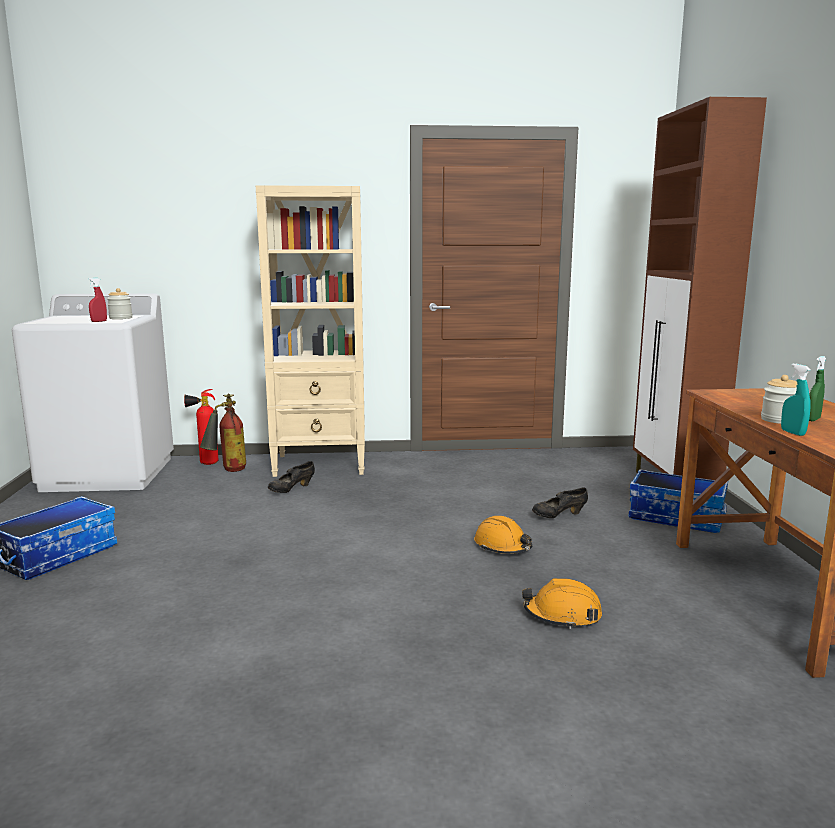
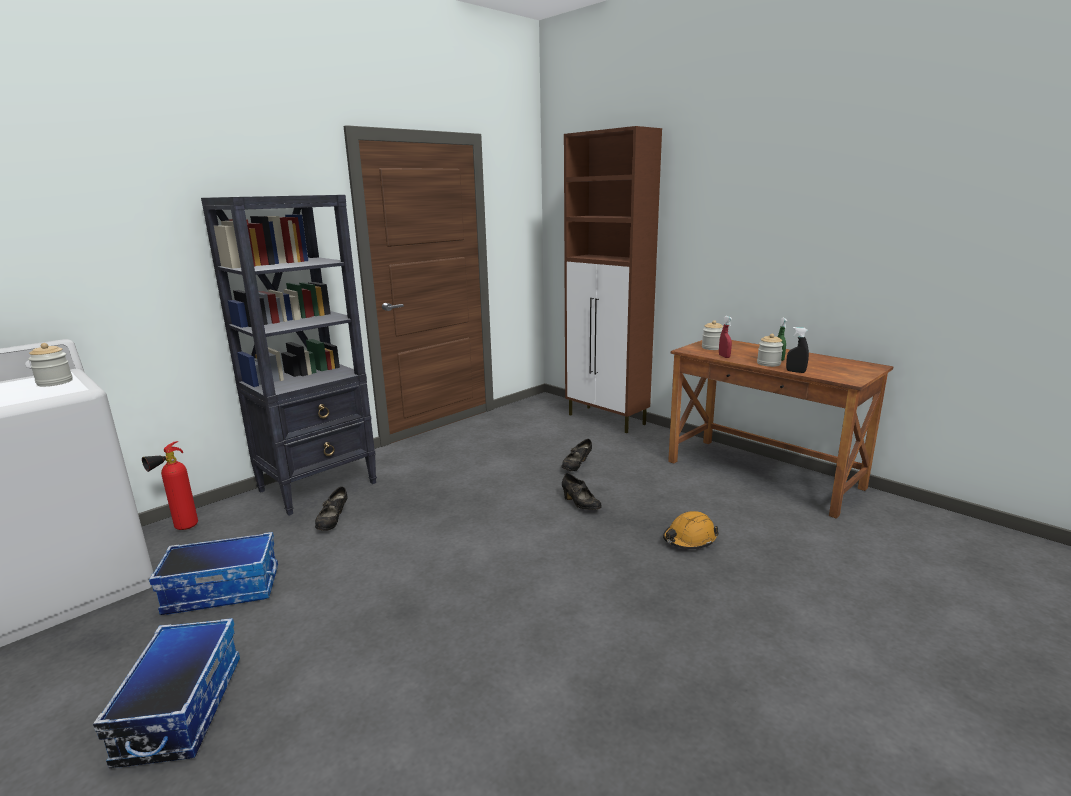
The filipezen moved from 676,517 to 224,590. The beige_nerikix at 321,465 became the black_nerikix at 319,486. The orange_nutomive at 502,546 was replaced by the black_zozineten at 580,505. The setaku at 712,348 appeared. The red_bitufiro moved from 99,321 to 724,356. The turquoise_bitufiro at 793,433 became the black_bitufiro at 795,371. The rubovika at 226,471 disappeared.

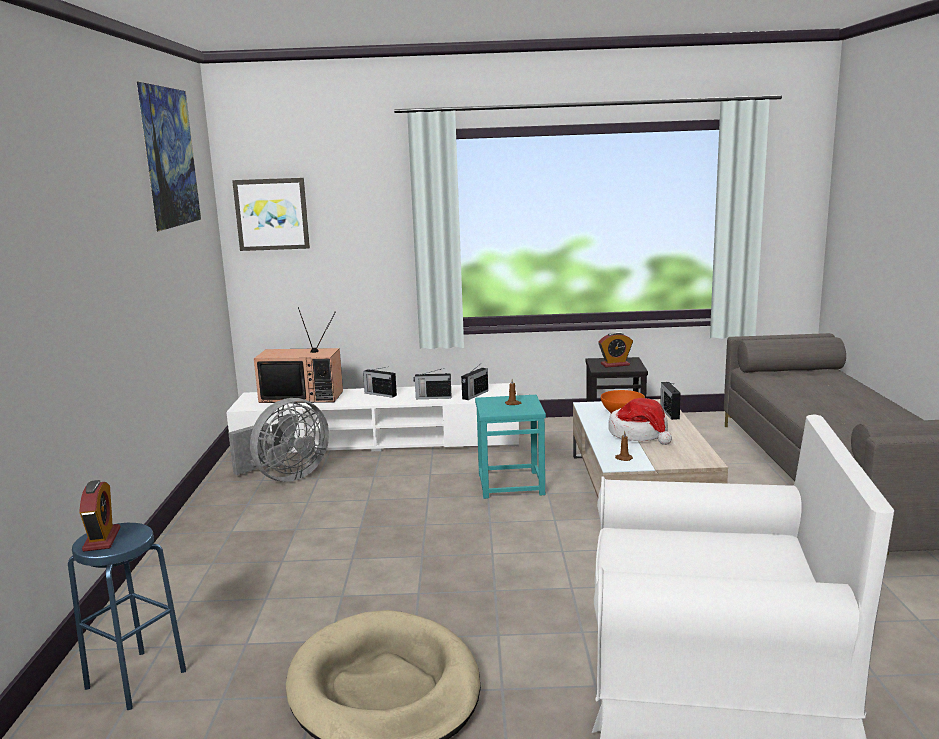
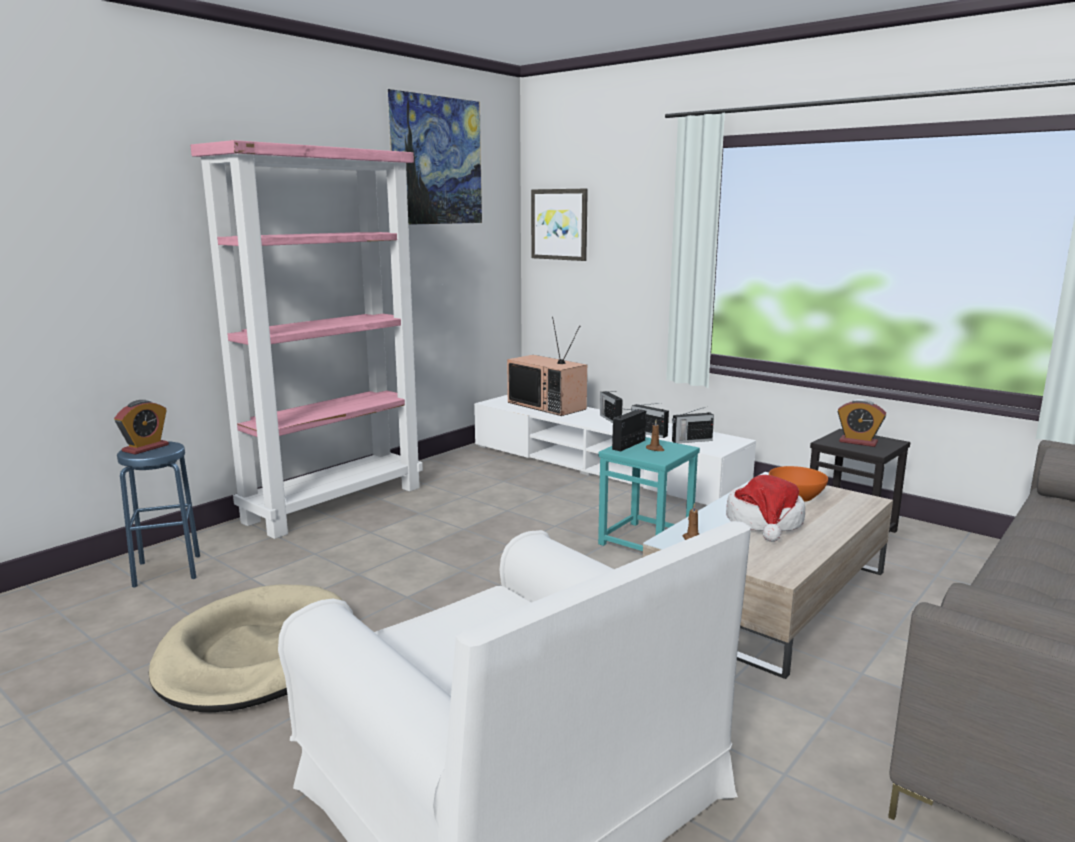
The pink_nerikix at 335,503 appeared. The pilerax moved from 669,412 to 629,444. The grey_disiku at 285,477 disappeared.

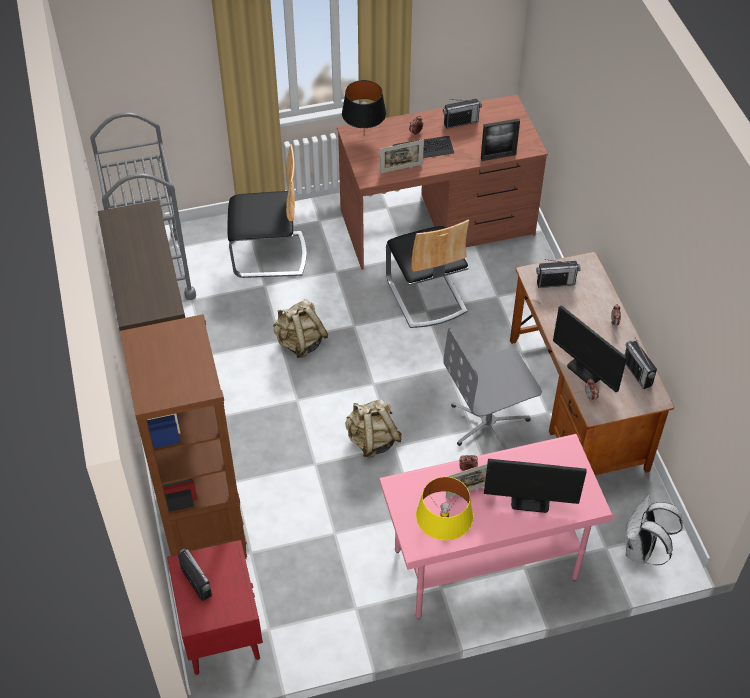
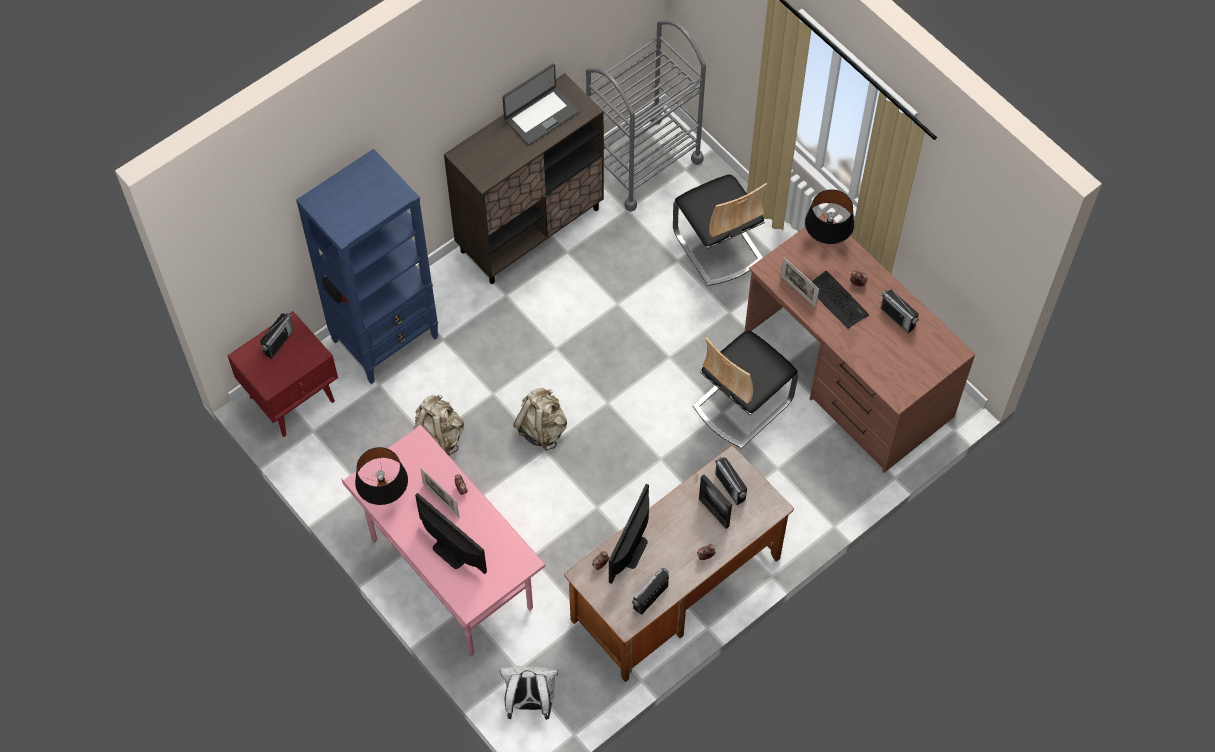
The brown_nerikix at 204,528 became the blue_nerikix at 386,338. The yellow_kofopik at 442,534 became the black_kofopik at 385,495. The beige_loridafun moved from 300,342 to 439,435. The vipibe at 530,500 turned 150 degrees clockwise. The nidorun at 540,115 appeared. The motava moved from 498,156 to 713,512. The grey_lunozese at 489,423 disappeared.

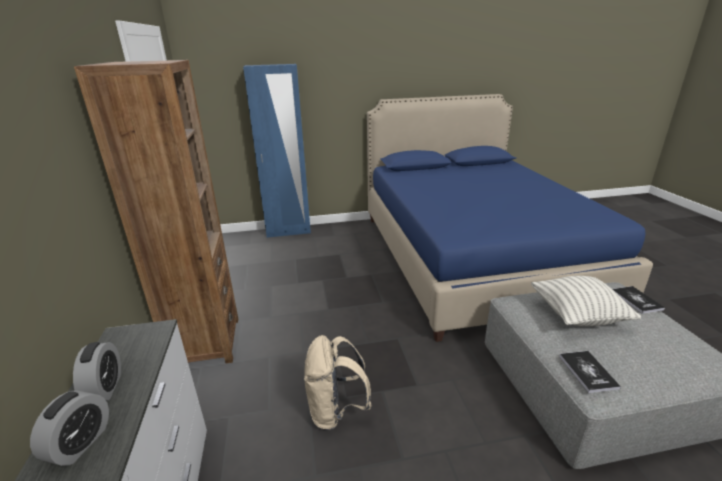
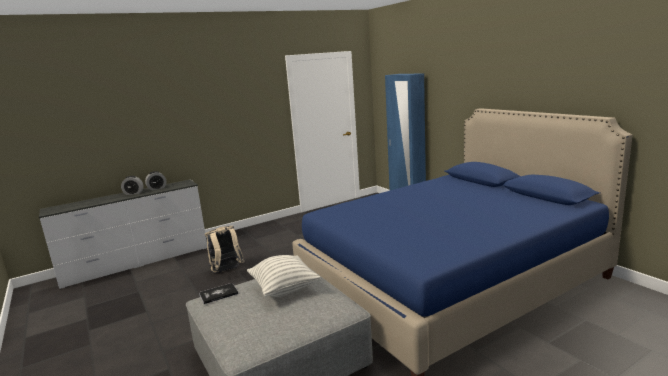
The brown_nerikix at 206,343 disappeared. The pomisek at 636,300 disappeared.

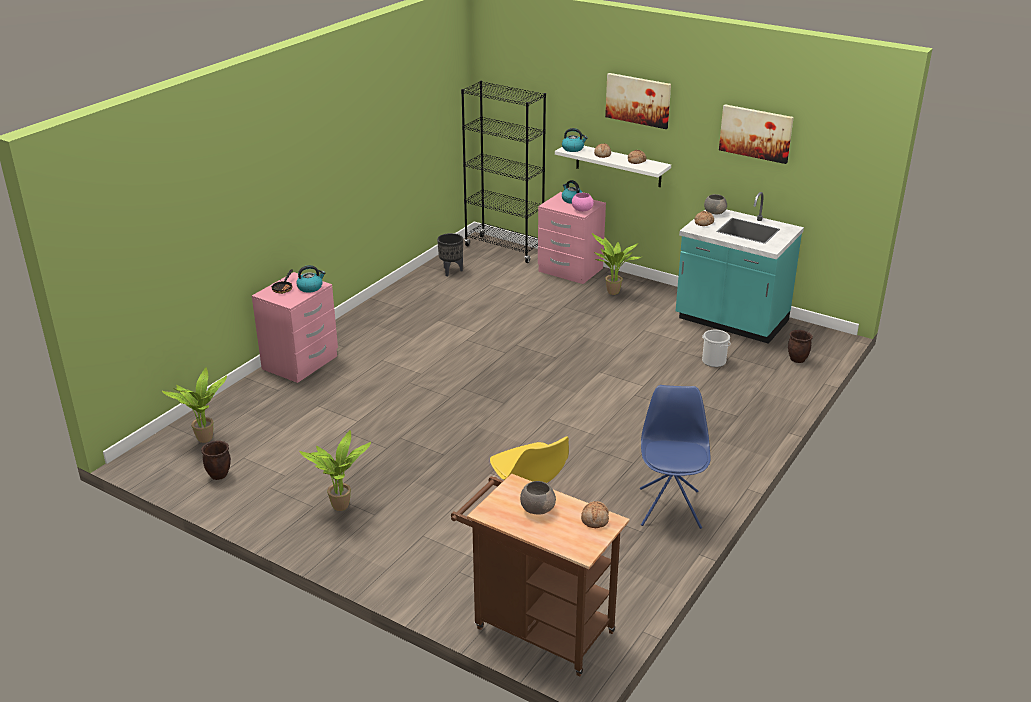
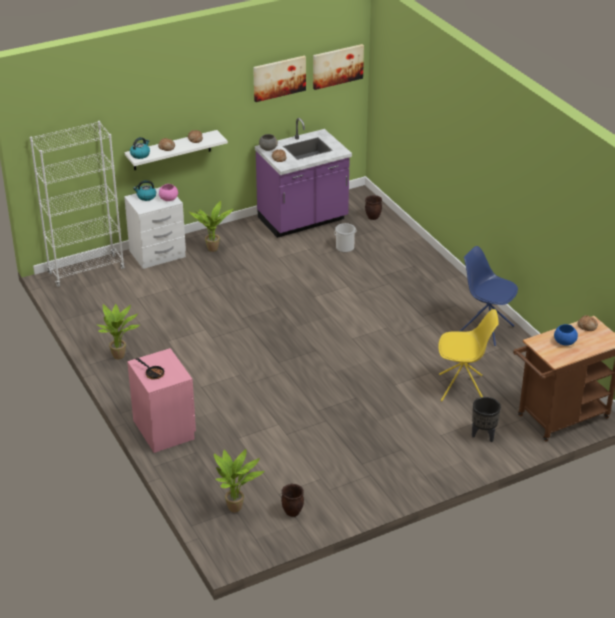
The black_nerikix at 504,249 became the white_nerikix at 86,271. The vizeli moved from 342,508 to 121,356. The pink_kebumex at 570,270 became the white_kebumex at 157,254. The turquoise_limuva at 731,321 became the purple_limuva at 303,220. The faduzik moved from 638,100 to 337,66. The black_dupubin moved from 451,271 to 483,435. The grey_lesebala at 537,508 became the blue_lesebala at 564,342. The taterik at 310,287 disappeared.

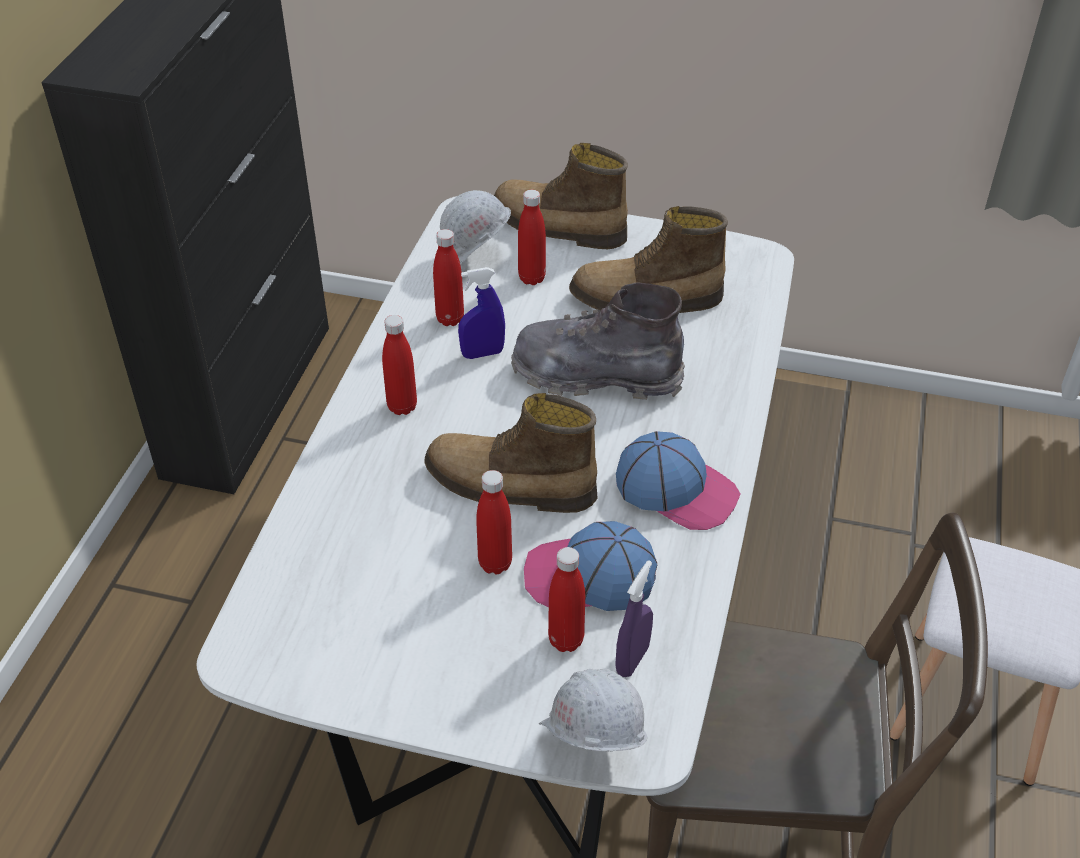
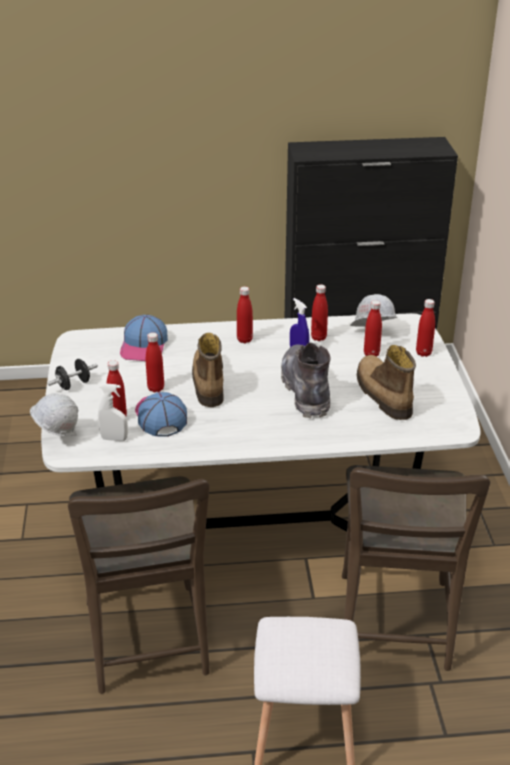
The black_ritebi at 73,384 appeared. The purple_bitufiro at 632,659 became the white_bitufiro at 114,439. The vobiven moved from 677,490 to 144,346. The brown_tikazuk at 394,627 appeared. The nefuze at 557,228 was replaced by the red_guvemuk at 423,353.

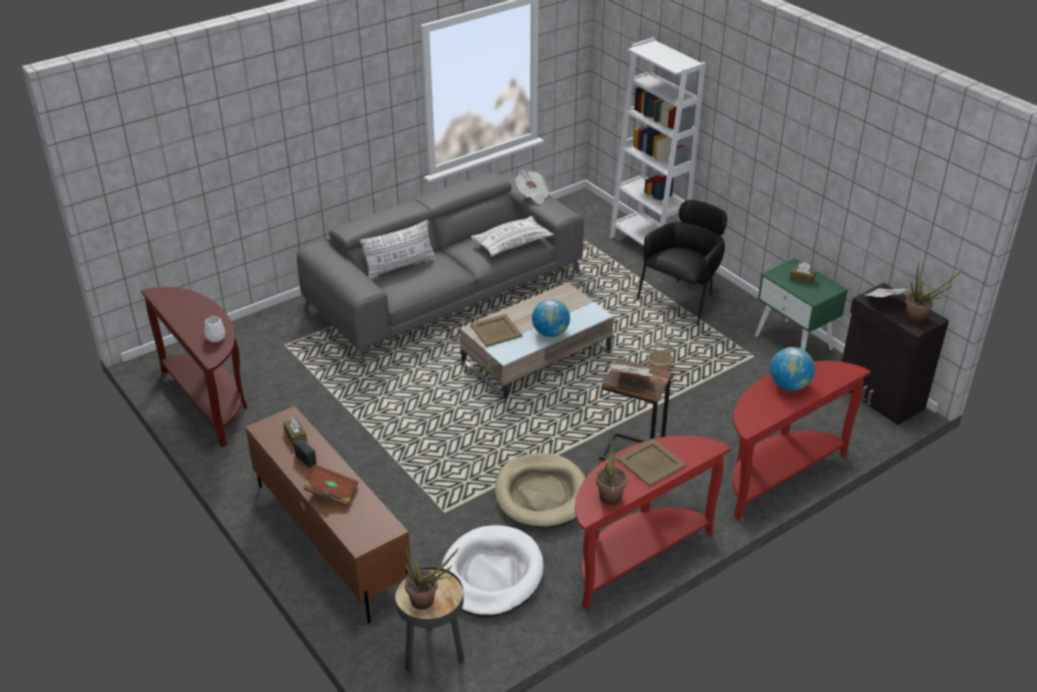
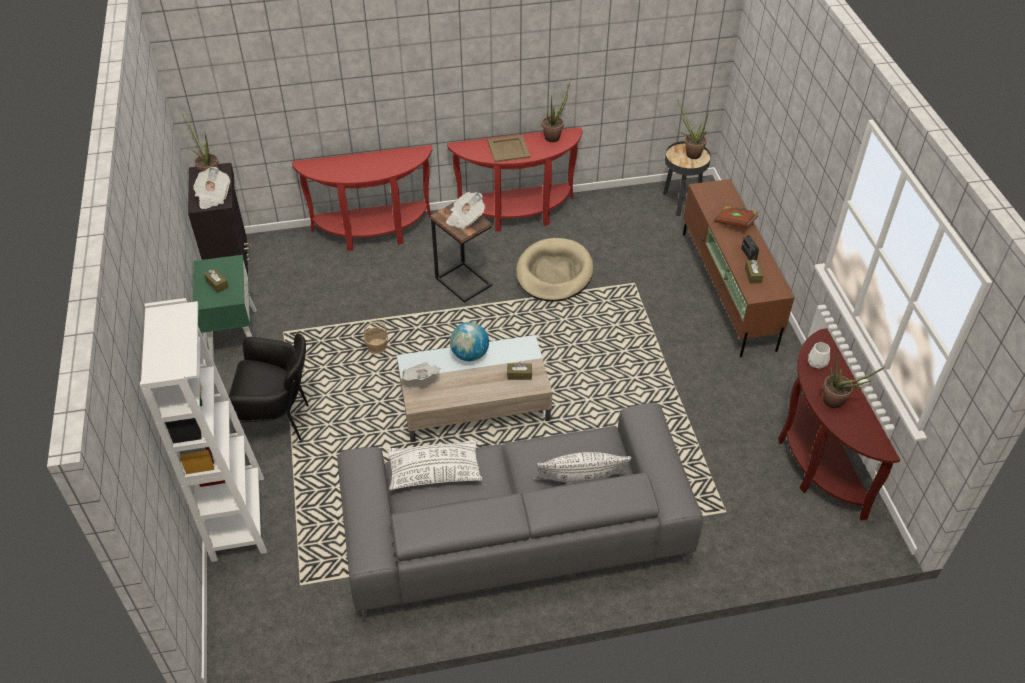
The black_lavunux at 682,299 turned 150 degrees counterclockwise. The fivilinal moved from 533,195 to 421,378. The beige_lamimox at 496,331 was replaced by the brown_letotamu at 519,375. The vizeli at 837,403 appeared. The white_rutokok at 491,575 disappeared. The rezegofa at 789,385 disappeared.

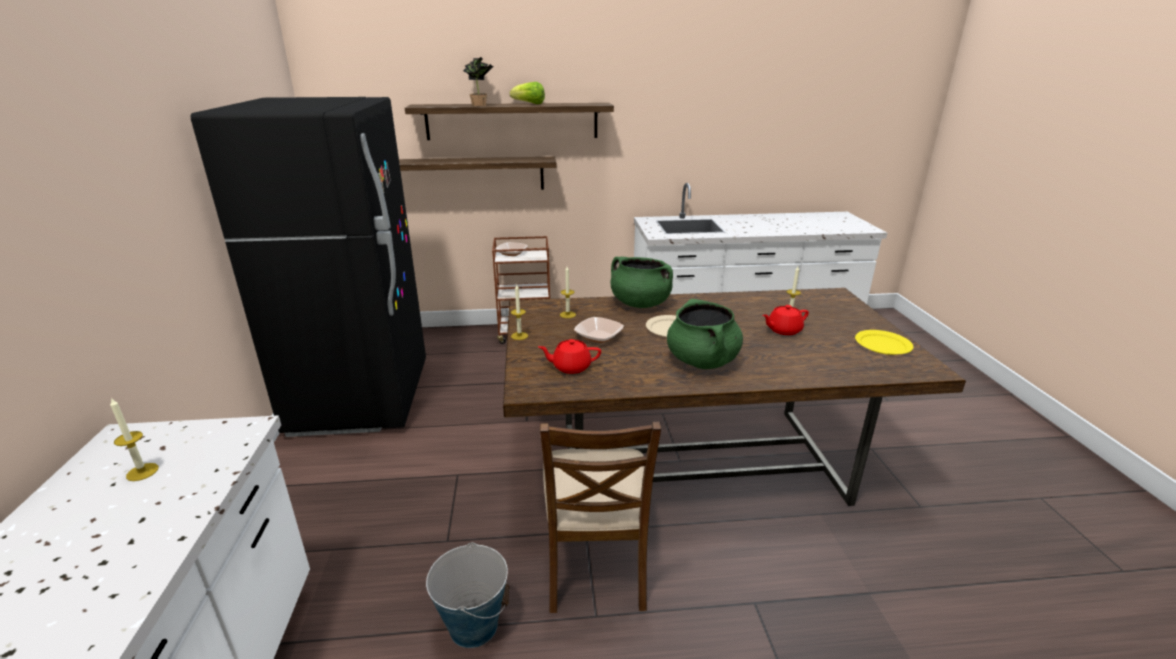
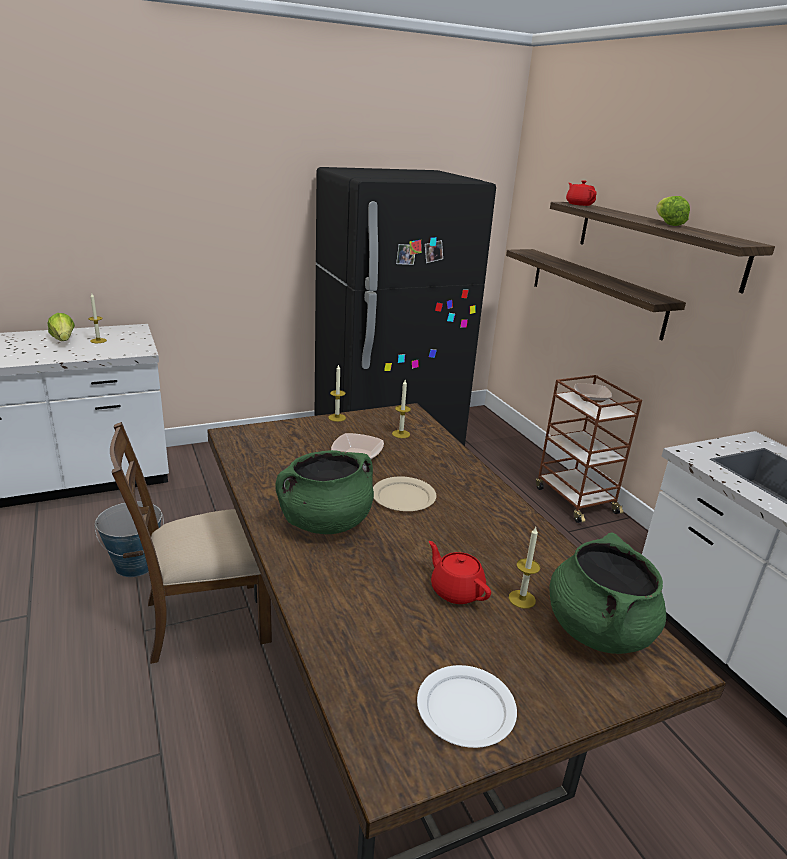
The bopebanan at 63,340 appeared. The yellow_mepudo at 882,345 became the white_mepudo at 465,708. The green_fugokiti moved from 639,303 to 598,629. The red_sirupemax moved from 570,367 to 579,204. The vizeli at 481,105 disappeared.

